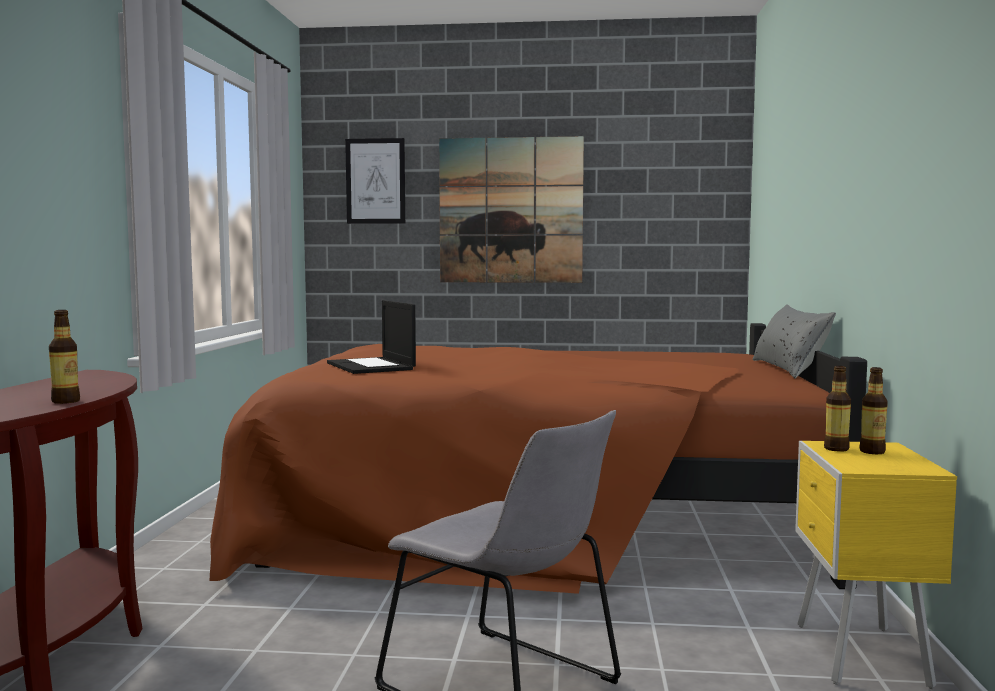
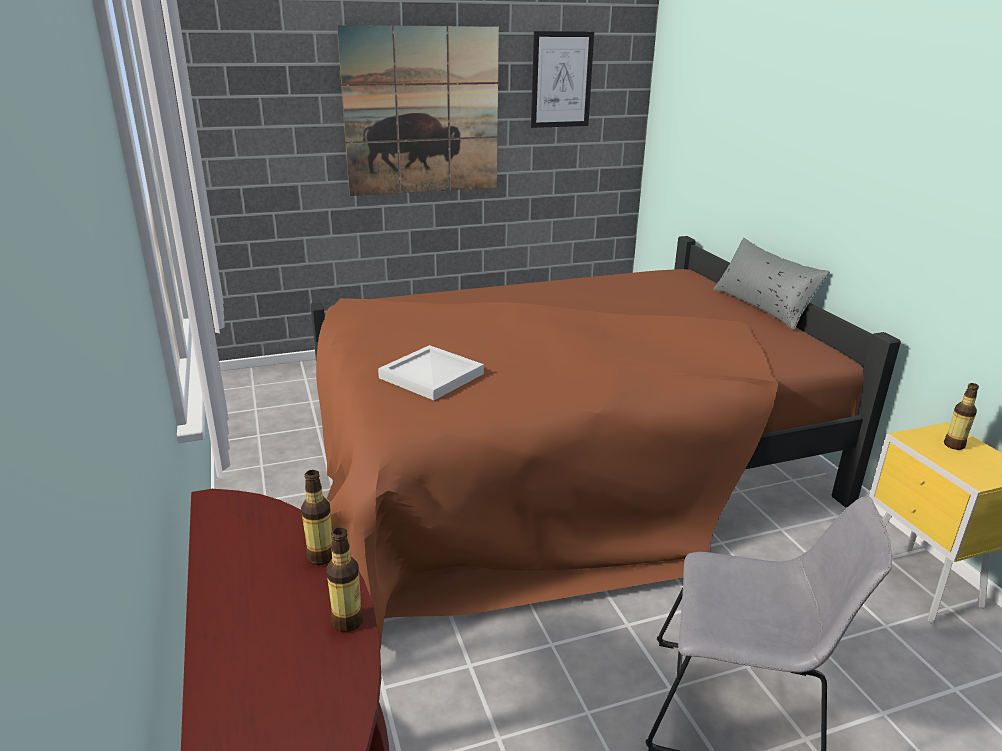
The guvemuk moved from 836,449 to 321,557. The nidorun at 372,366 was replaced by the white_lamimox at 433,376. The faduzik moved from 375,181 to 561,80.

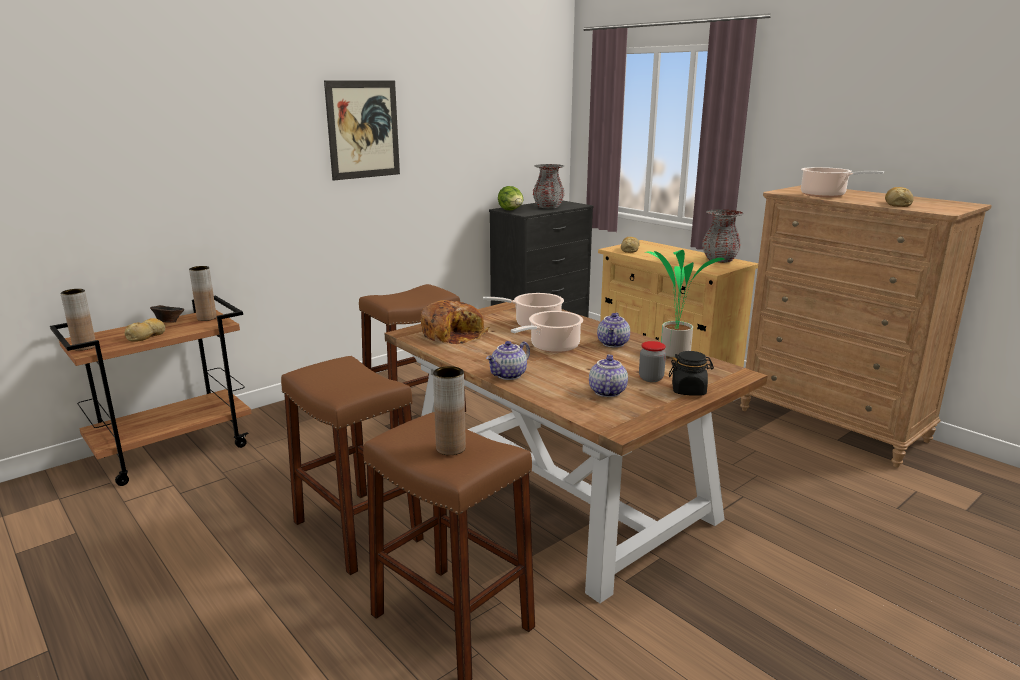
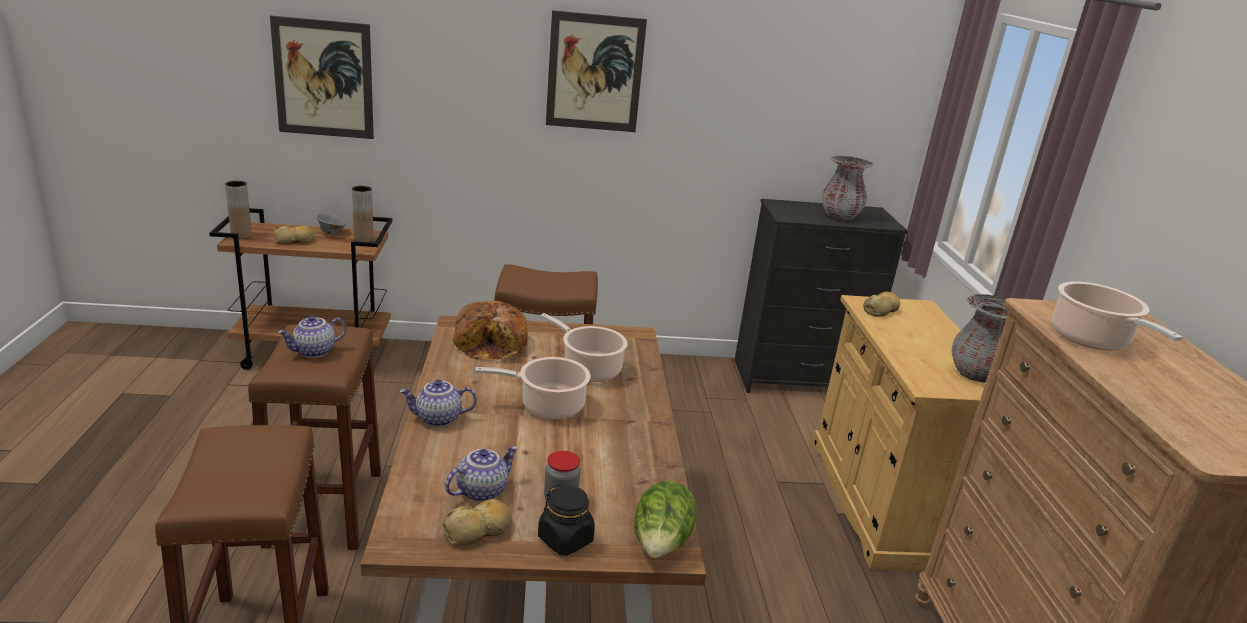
The faduzik at 323,79 appeared. The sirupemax moved from 613,344 to 314,352. The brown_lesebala at 169,322 became the grey_lesebala at 332,233. The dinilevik moved from 898,204 to 478,530. The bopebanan moved from 511,211 to 661,545. The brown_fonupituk at 450,448 disappeared. The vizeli at 673,353 disappeared.

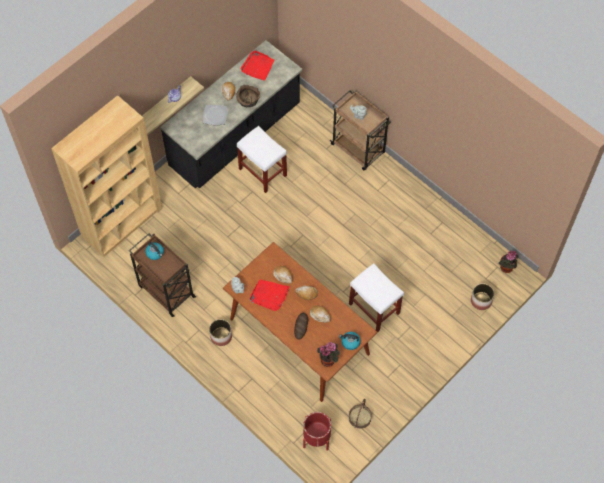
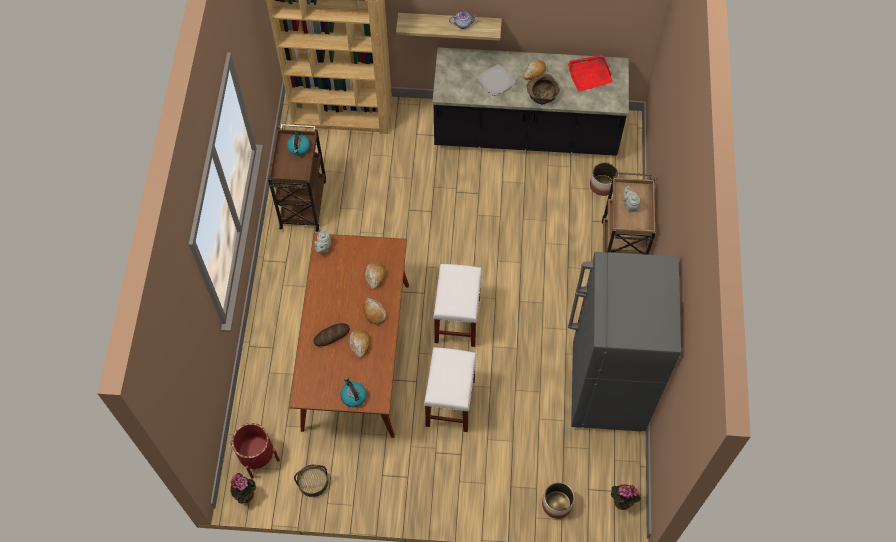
The vizeli moved from 328,359 to 246,495. The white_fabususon moved from 263,172 to 457,321. The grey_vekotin at 606,389 appeared. The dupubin moved from 221,336 to 602,185. The red_lamimox at 269,295 disappeared.

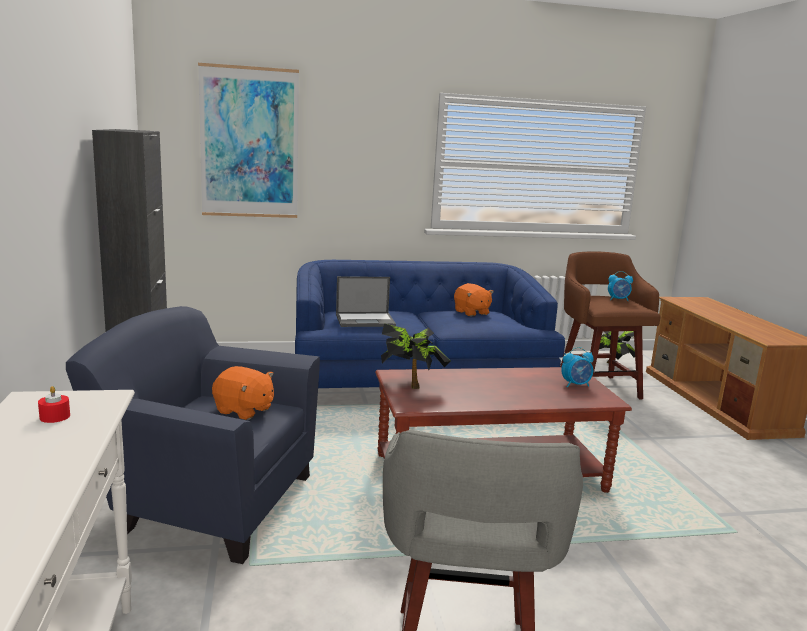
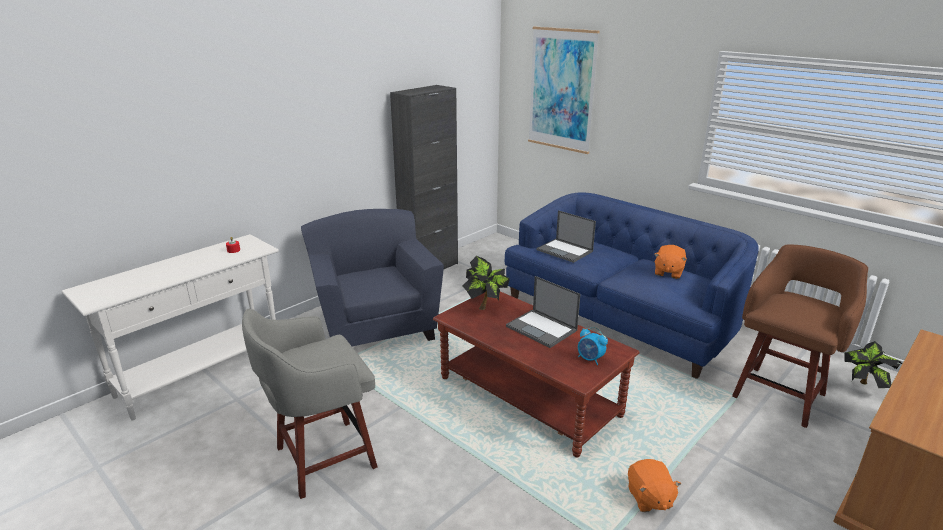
The nidorun at 542,328 appeared. The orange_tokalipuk moved from 244,410 to 649,498. The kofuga at 618,300 disappeared.

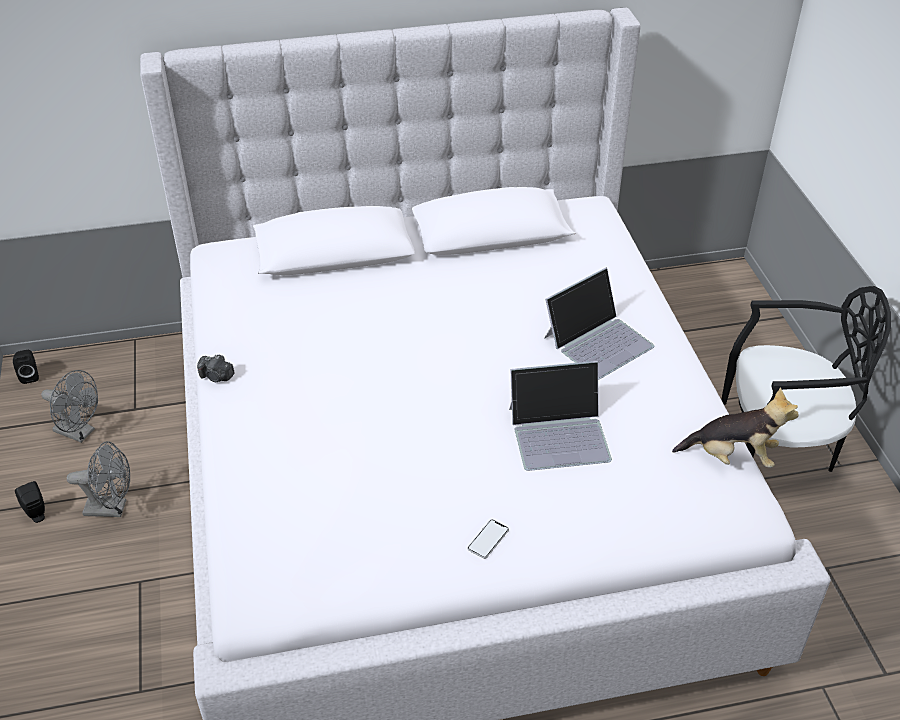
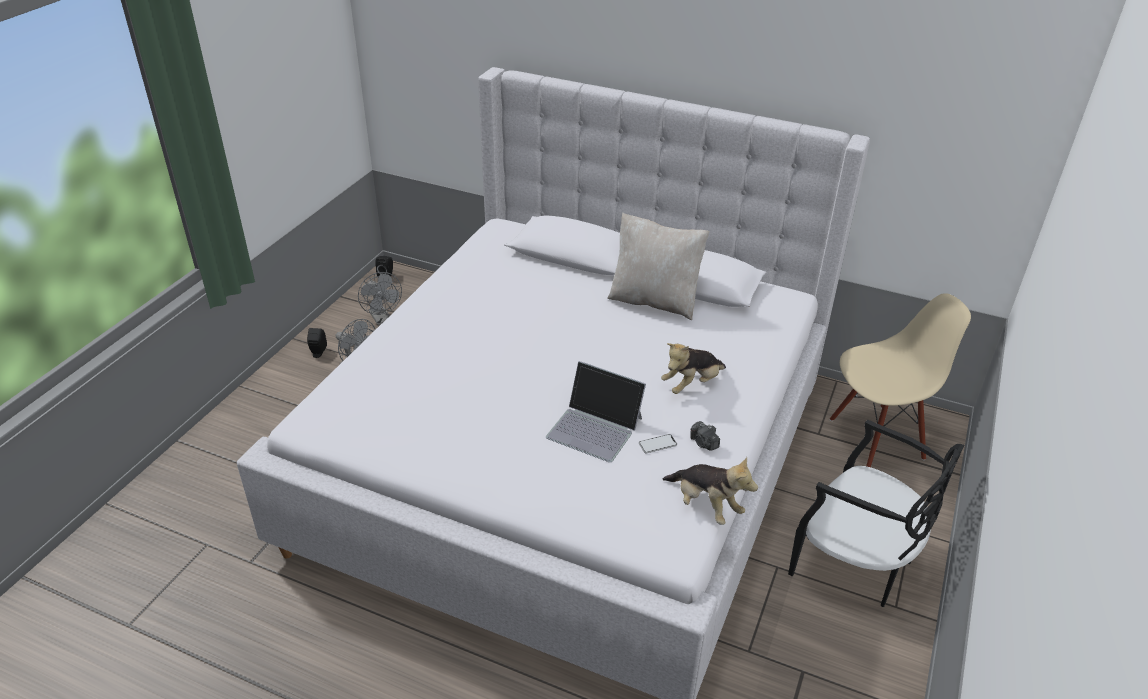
The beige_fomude at 654,301 appeared. The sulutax moved from 488,539 to 657,444. The nidorun at 598,341 was replaced by the tokalipuk at 691,384. The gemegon moved from 216,376 to 704,443. The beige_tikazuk at 876,437 appeared.

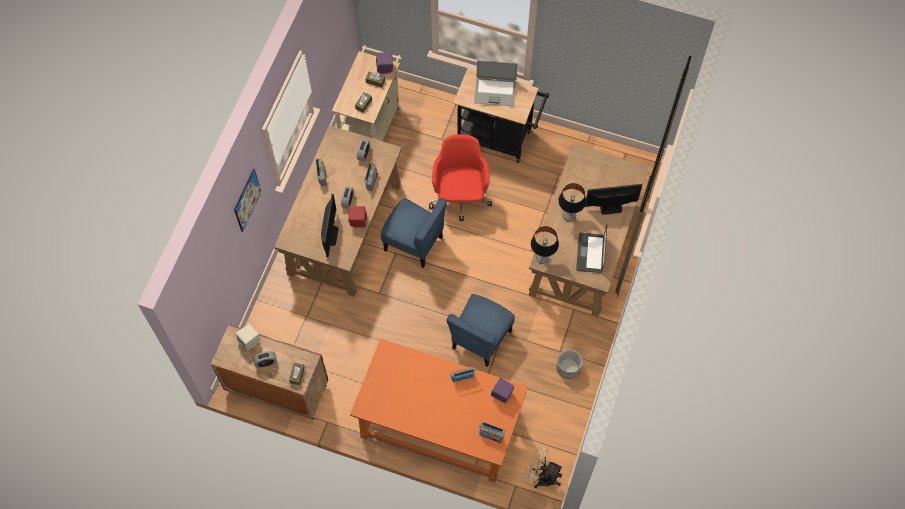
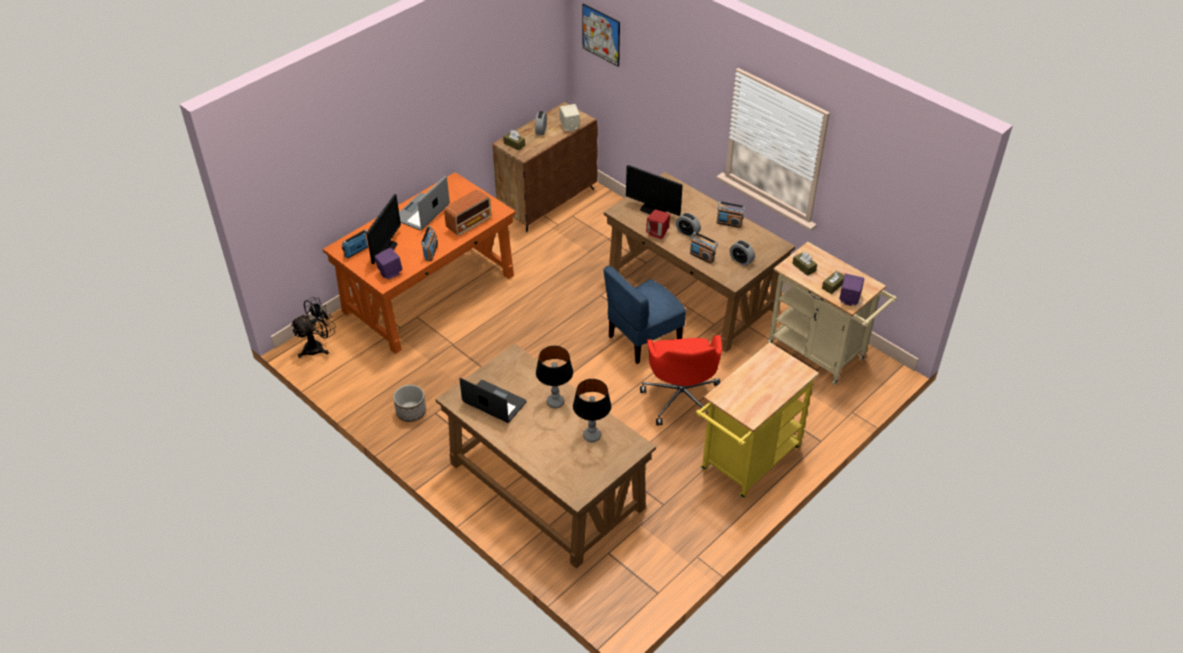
The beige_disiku at 541,477 became the black_disiku at 318,347. The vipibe moved from 610,207 to 385,249. The nidorun moved from 495,91 to 422,213. The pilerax at 469,224 appeared. The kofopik moved from 542,258 to 592,436. The faduzik moved from 247,200 to 601,35. The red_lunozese at 460,197 turned 60 degrees clockwise. The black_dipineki at 498,139 became the yellow_dipineki at 746,463. The blue_tikazuk at 480,339 disappeared.

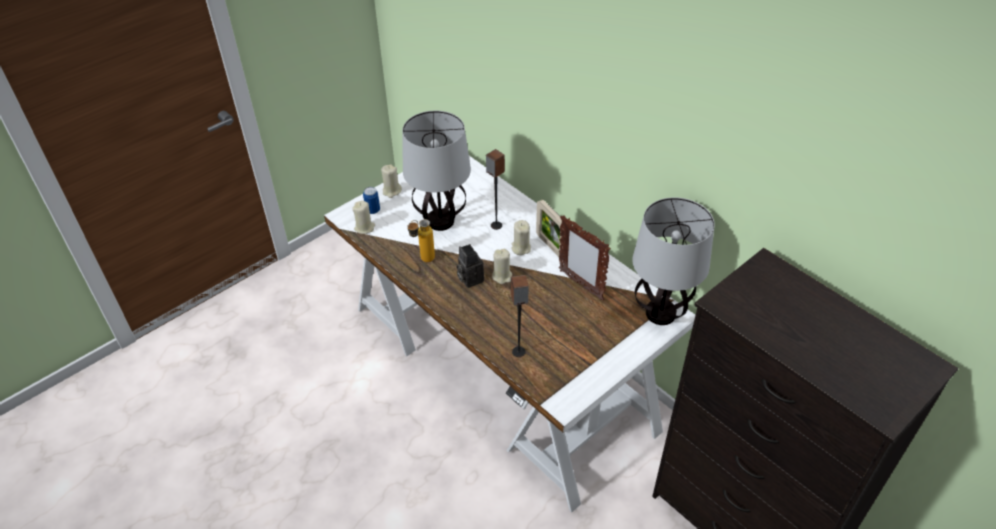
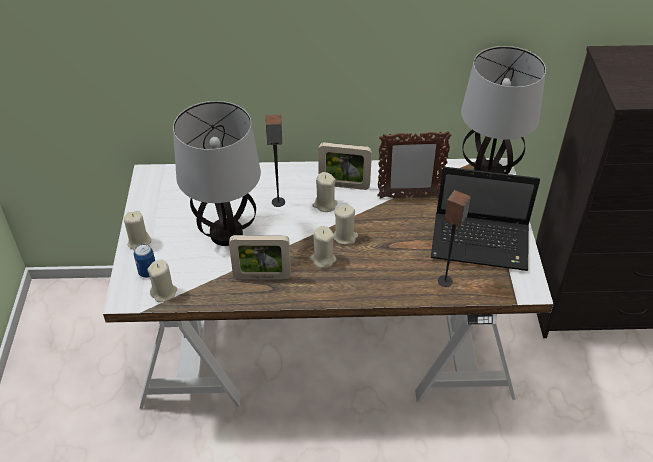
The guvemuk at 422,260 was replaced by the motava at 262,277. The gemegon at 469,278 was replaced by the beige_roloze at 323,259. The nidorun at 482,243 appeared.

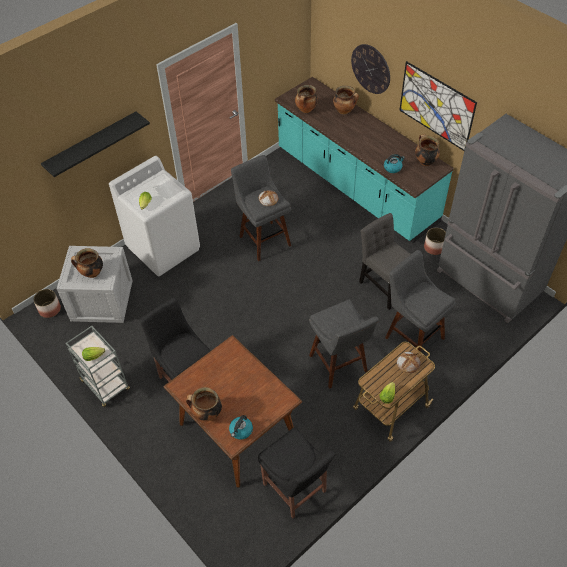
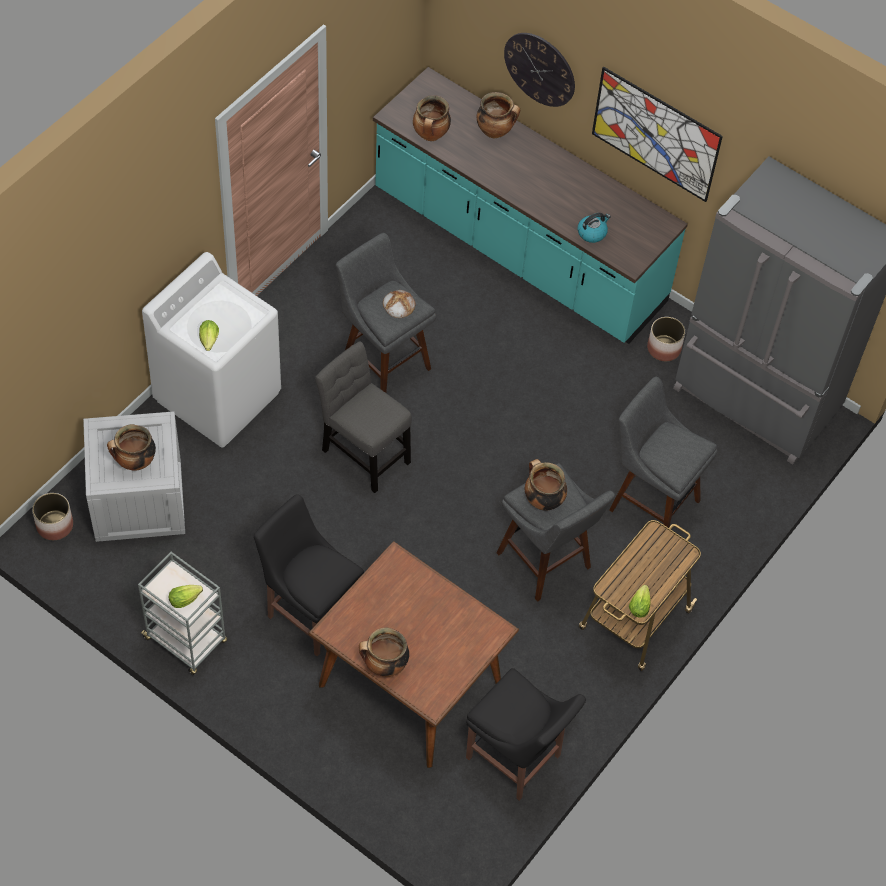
The grey_tikazuk moved from 384,286 to 363,452. The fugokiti moved from 425,161 to 542,500. The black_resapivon at 92,145 disappeared. The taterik at 241,431 disappeared. The dinilevik at 408,363 disappeared.

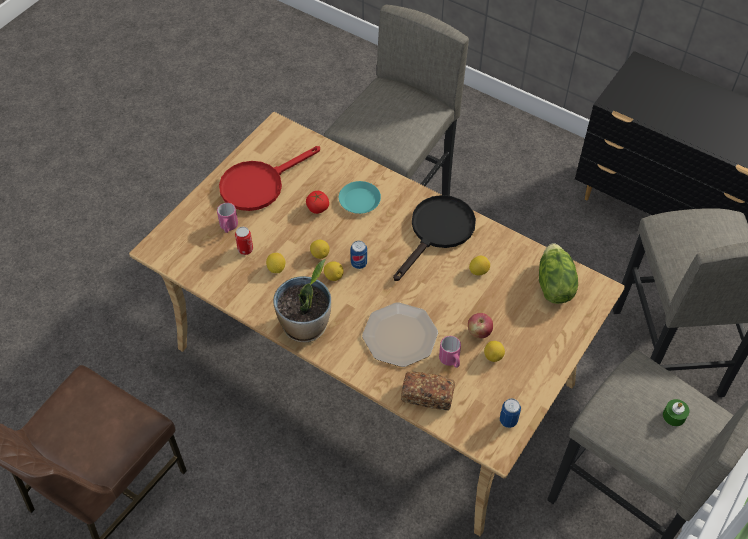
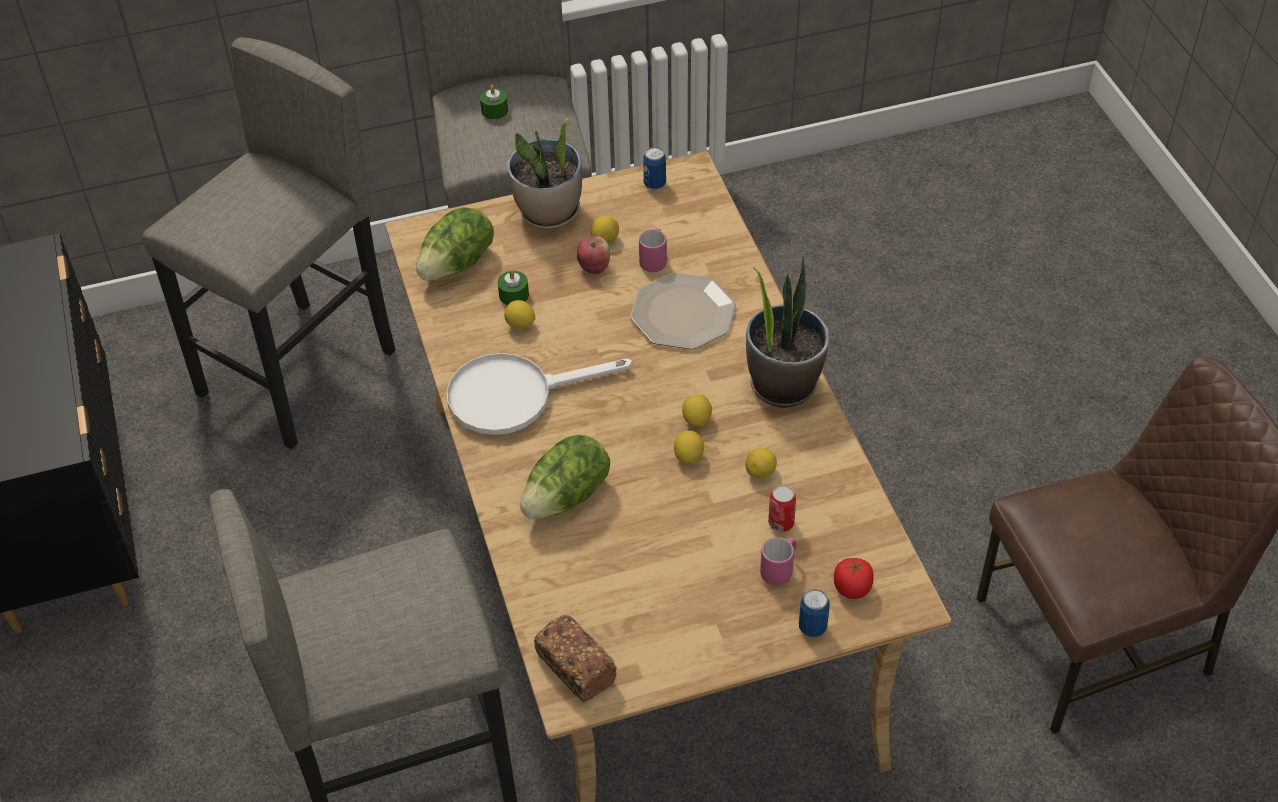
The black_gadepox at 438,232 became the white_gadepox at 514,395. The green_roloze at 514,295 appeared. The vizeli at 549,213 appeared. The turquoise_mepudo at 359,200 was replaced by the bopebanan at 568,496. The dinilevik moved from 427,396 to 575,668. The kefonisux moved from 359,263 to 812,627. The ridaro moved from 317,208 to 852,588. The red_gadepox at 259,184 disappeared.

